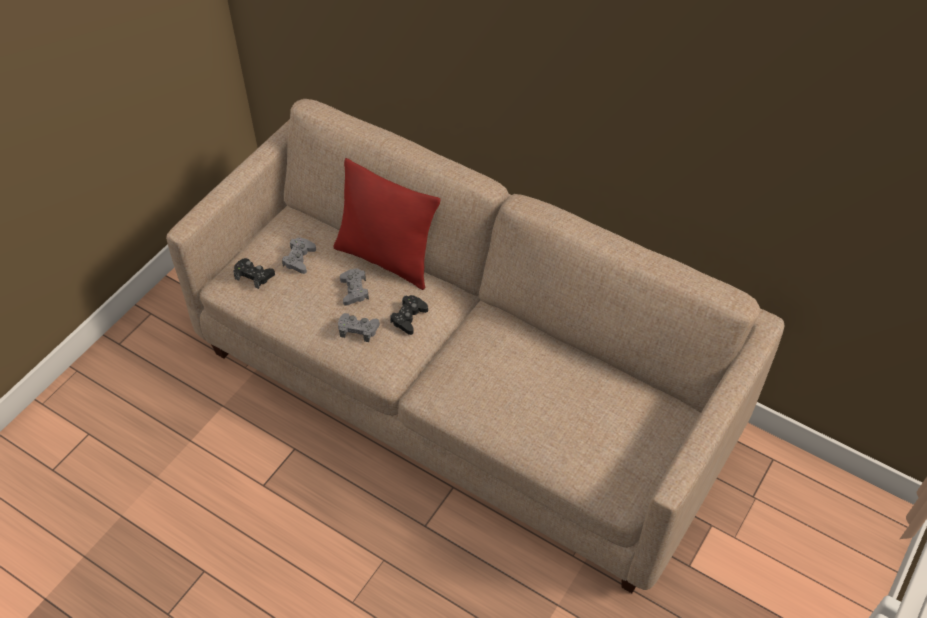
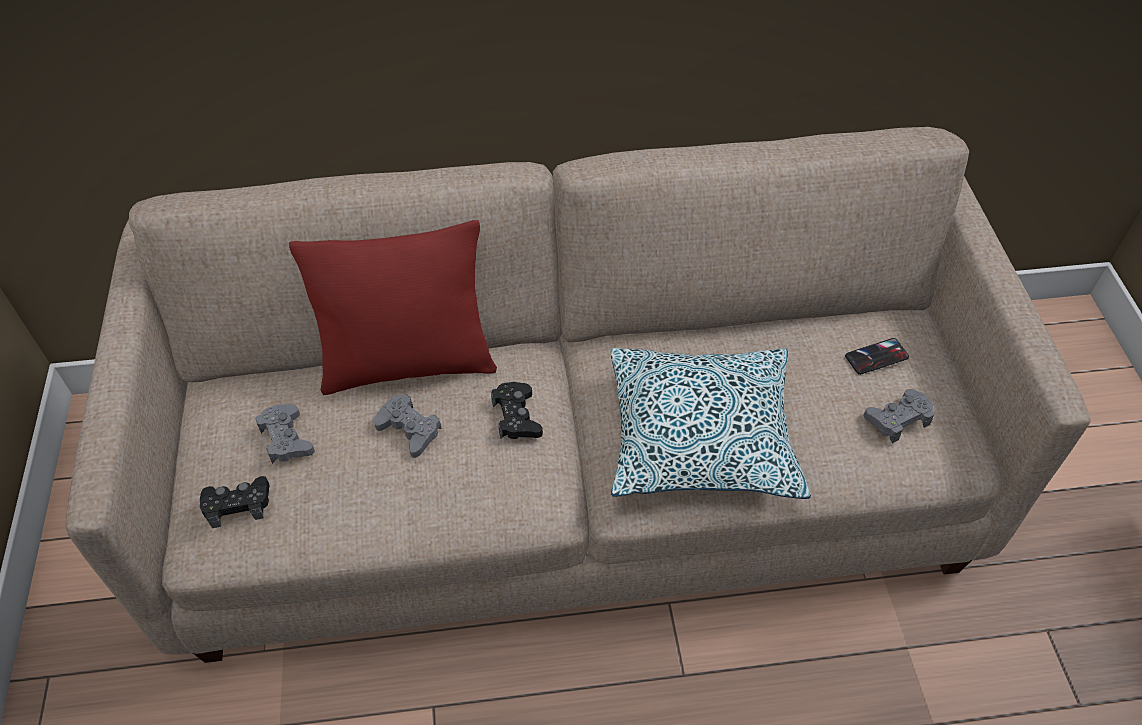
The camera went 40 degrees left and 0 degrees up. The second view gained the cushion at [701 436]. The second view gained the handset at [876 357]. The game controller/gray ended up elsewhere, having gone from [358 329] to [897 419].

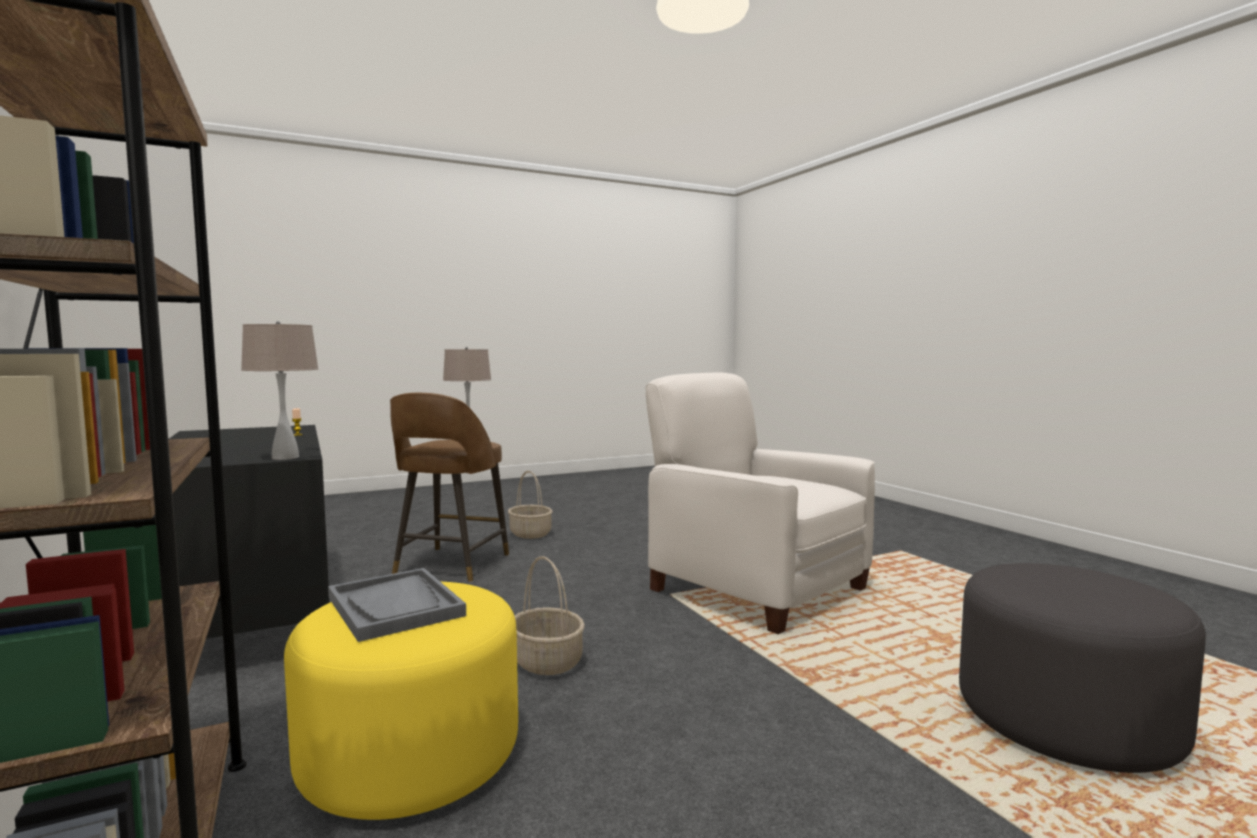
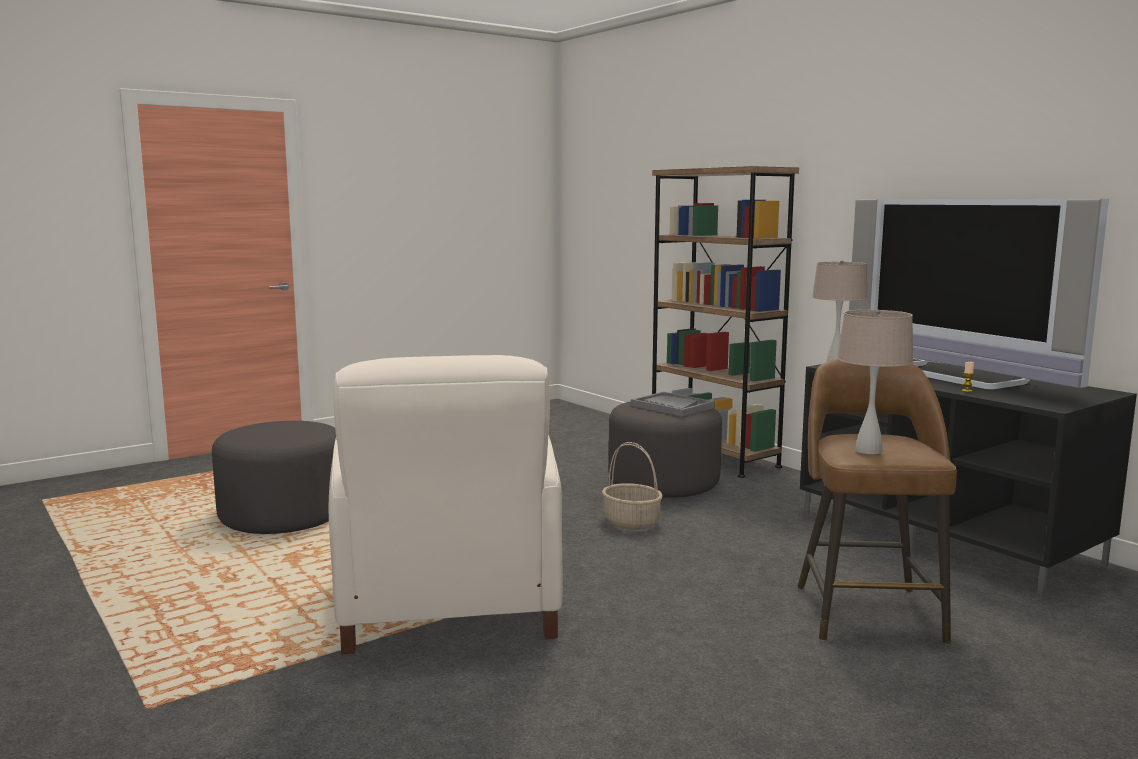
The camera went 170 degrees right and 5 degrees up. The easy chair/white-coloured at [755 588] ended up facing another way, 45 degrees clockwise from before. What was the footrest/yellow at [410 756] turned into the footrest/gray at [663 483]. The second view gained the TV at [953 376]. The second view lost the basket at [530 534].

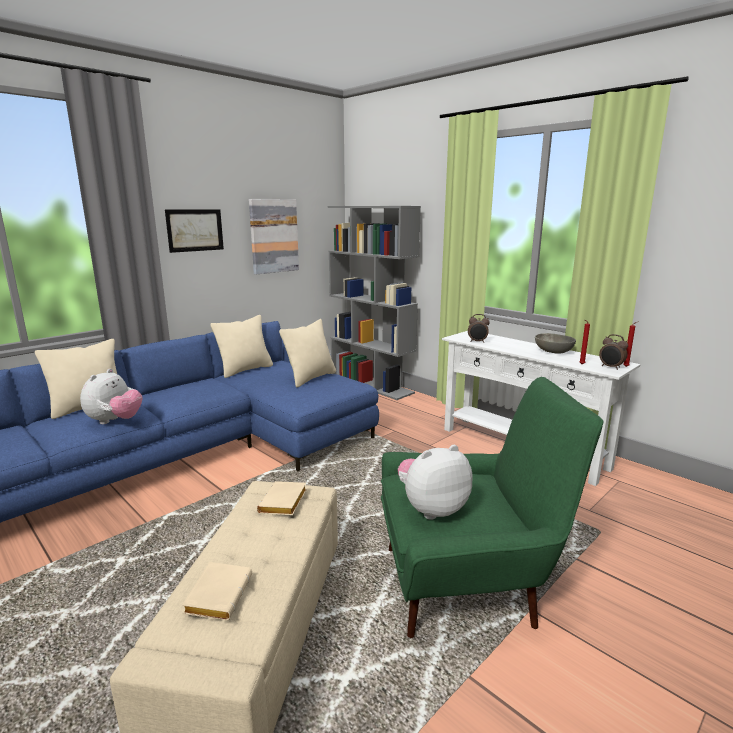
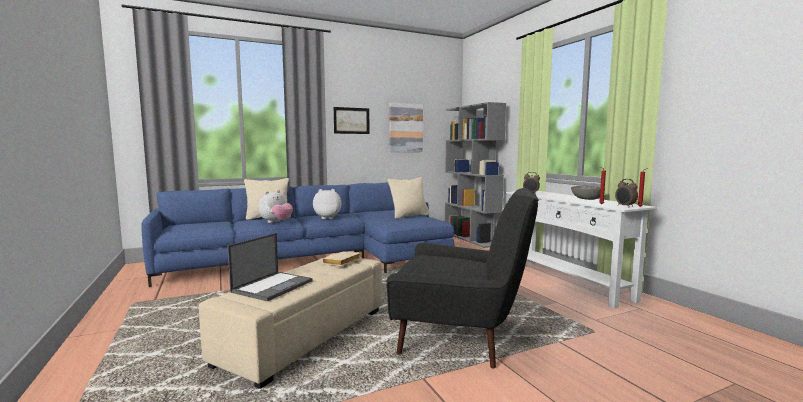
The camera went 20 degrees right and 10 degrees down. Where the volume/beige-coloured stood at [218 594], the notebook computer came to stand at [273 286]. The plush toy ended up elsewhere, having gone from [432 508] to [328 218]. What was the easy chair/green at [467 584] turned into the easy chair/black at [459 339]. The second view lost the cushion/beige-coloured at [245 370].

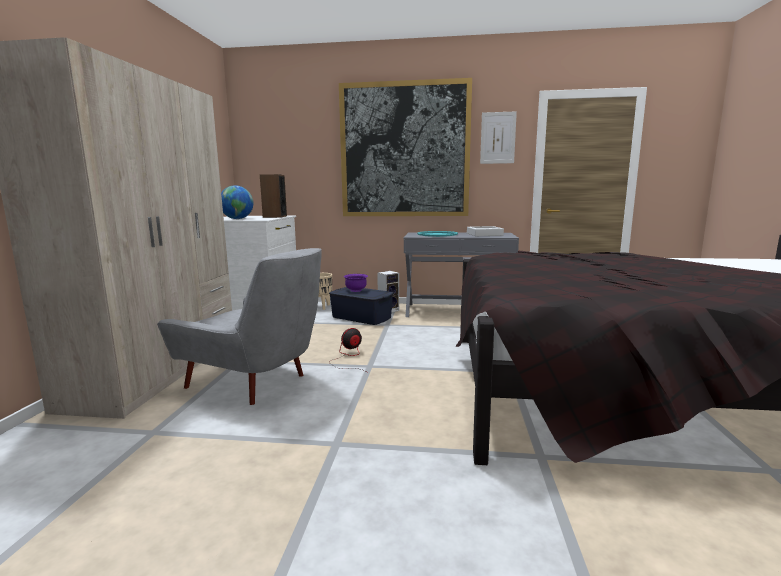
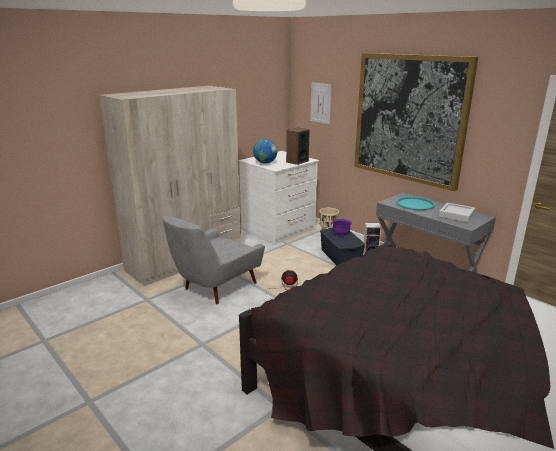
The camera went 40 degrees right and 10 degrees up. The easy chair/gray at [256 382] ended up facing another way, 60 degrees clockwise from before. The picture ended up elsewhere, having gone from [498 138] to [320 103].

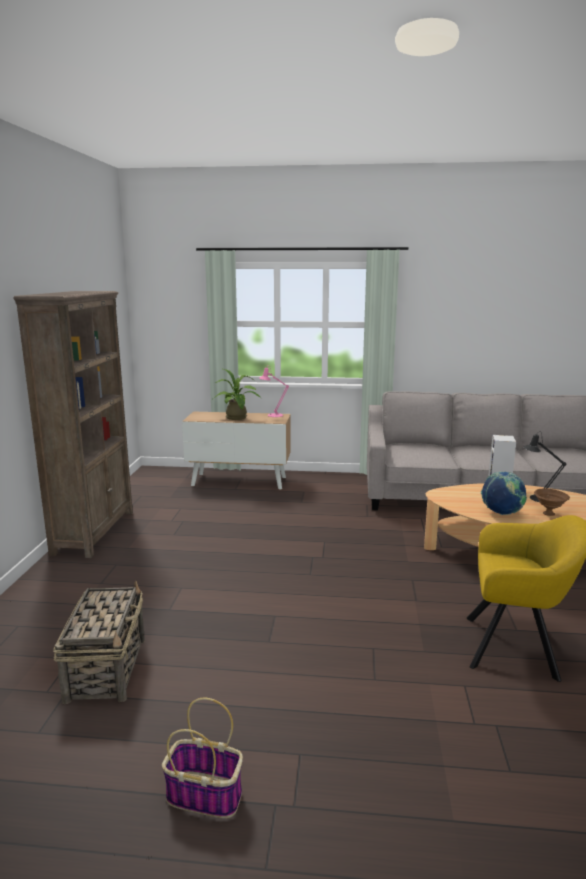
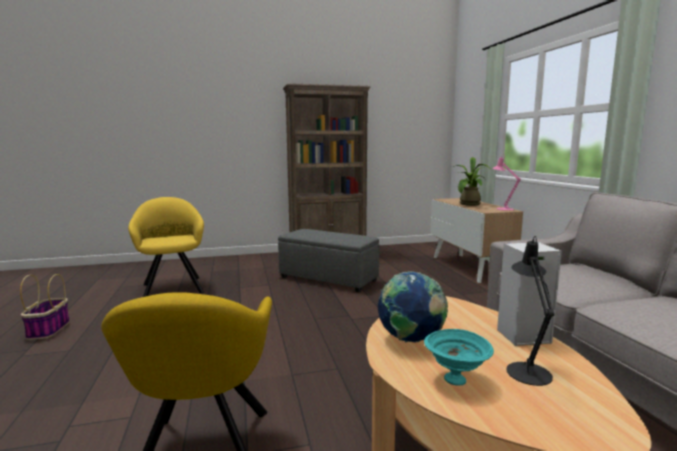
The camera went 70 degrees right and 5 degrees down. Where the basket stood at [107 668], the easy chair/yellow came to stand at [173 287]. The second view gained the footrest/gray at [329 279]. What was the deep dish/brown-coloured at [549 513] turned into the deep dish/turquoise-coloured at [457 380].

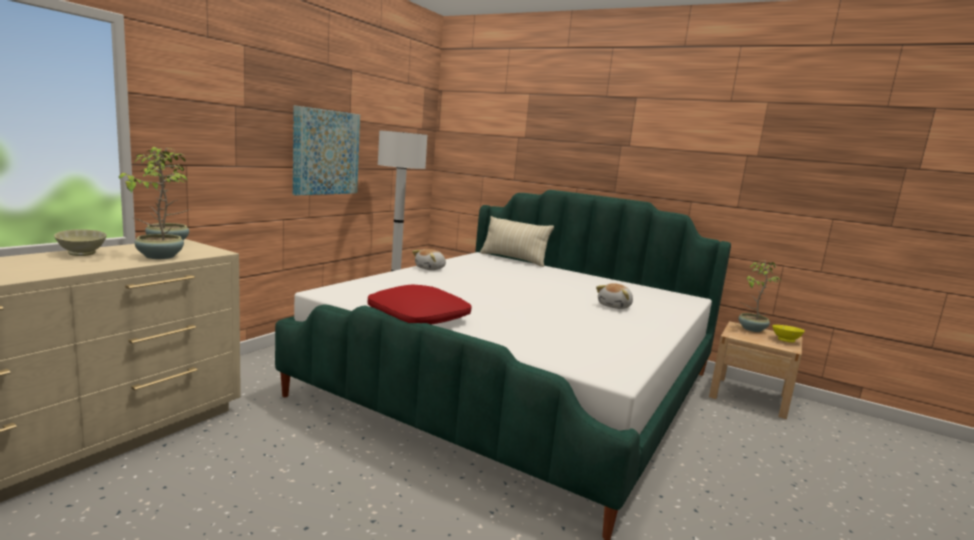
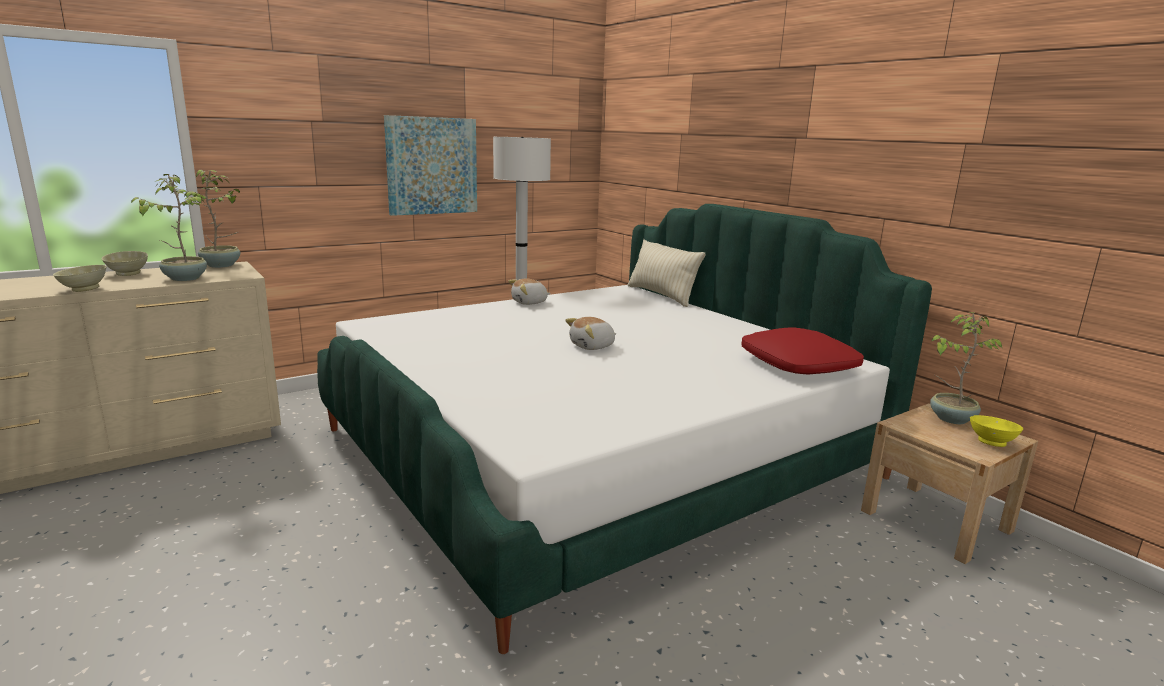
The camera went 25 degrees right and 5 degrees up. The second view gained the deep dish/beige-coloured at [83 289]. The plush toy ended up elsewhere, having gone from [615 306] to [592 346]. The cushion/red-coloured ended up elsewhere, having gone from [419 317] to [799 365].

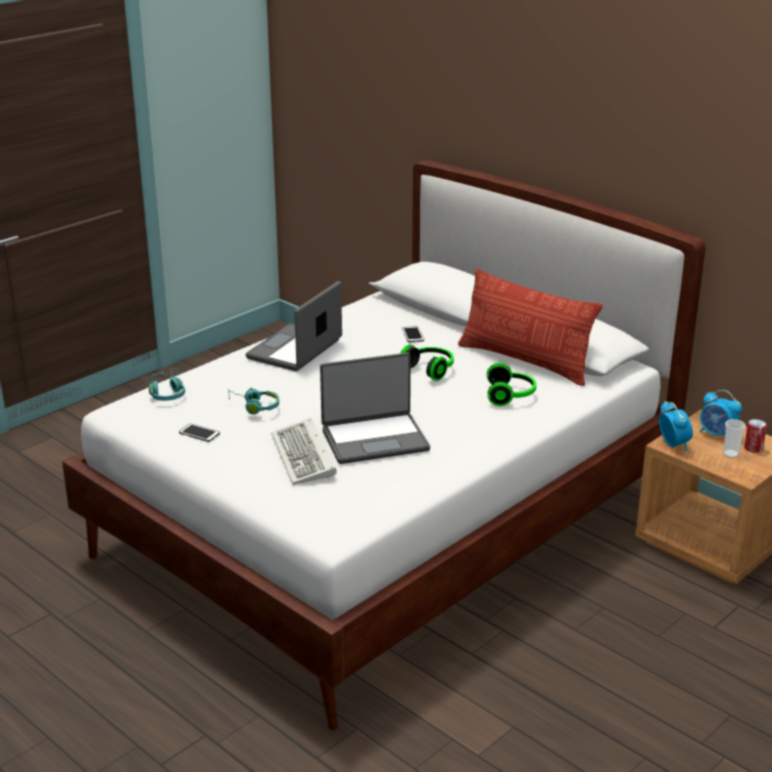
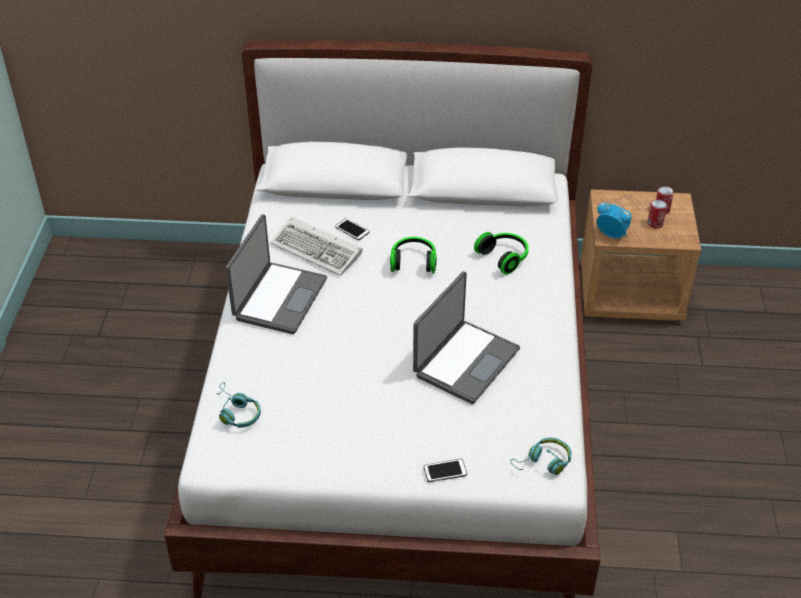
The camera went 40 degrees left and 15 degrees up. The notebook computer at [296 350] ended up facing another way, 150 degrees counterclockwise from before. The computer keyboard ended up elsewhere, having gone from [305 457] to [318 250]. The handset ended up elsewhere, having gone from [199 433] to [445 471]. The pair of headphones/turquoise-coloured ended up elsewhere, having gone from [254 406] to [543 463]. Where the cup stood at [730 454], the sealed can came to stand at [655 223]. The second view lost the cushion at [525 361]. The second view lost the alarm clock at [716 434].

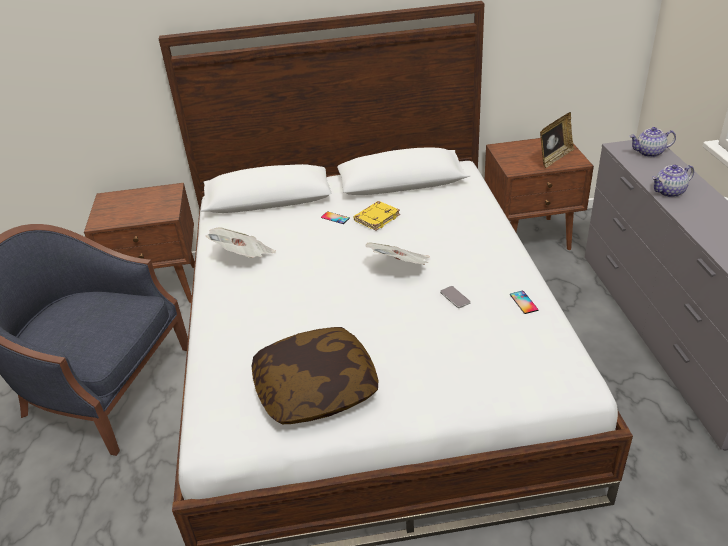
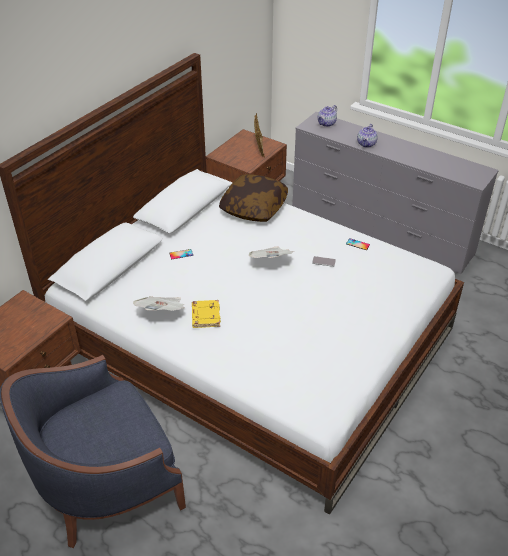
The camera went 50 degrees left and 5 degrees up. The volume/yellow ended up elsewhere, having gone from [376 218] to [205 316]. The cushion ended up elsewhere, having gone from [316 389] to [254 208].

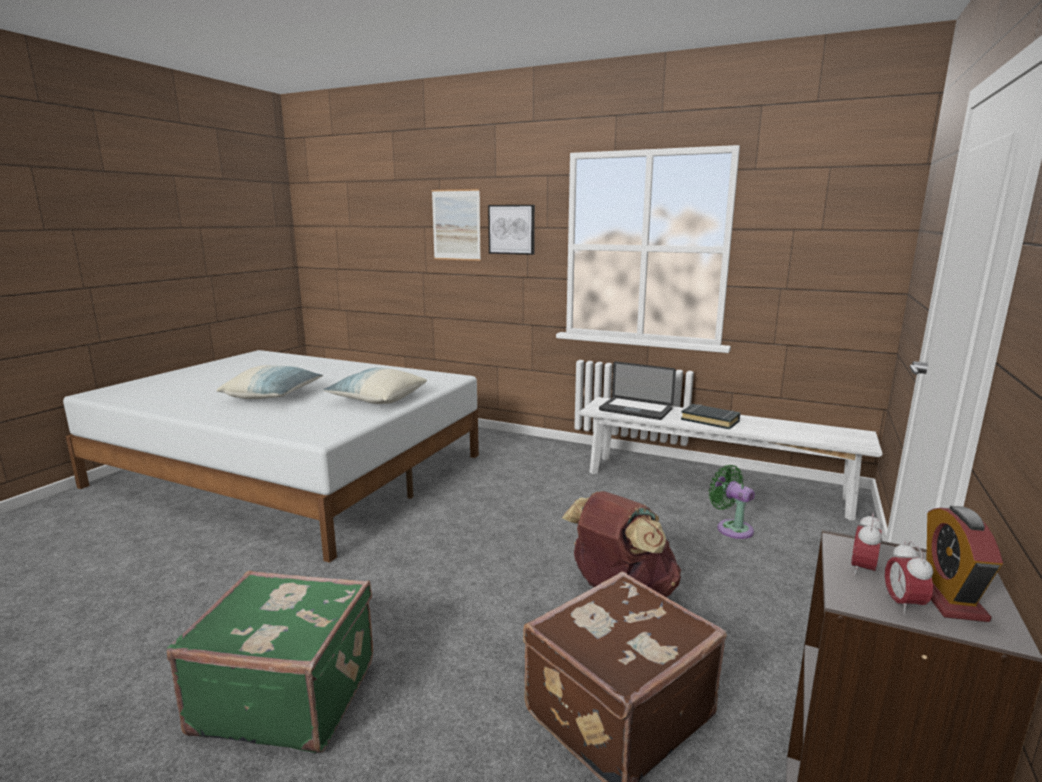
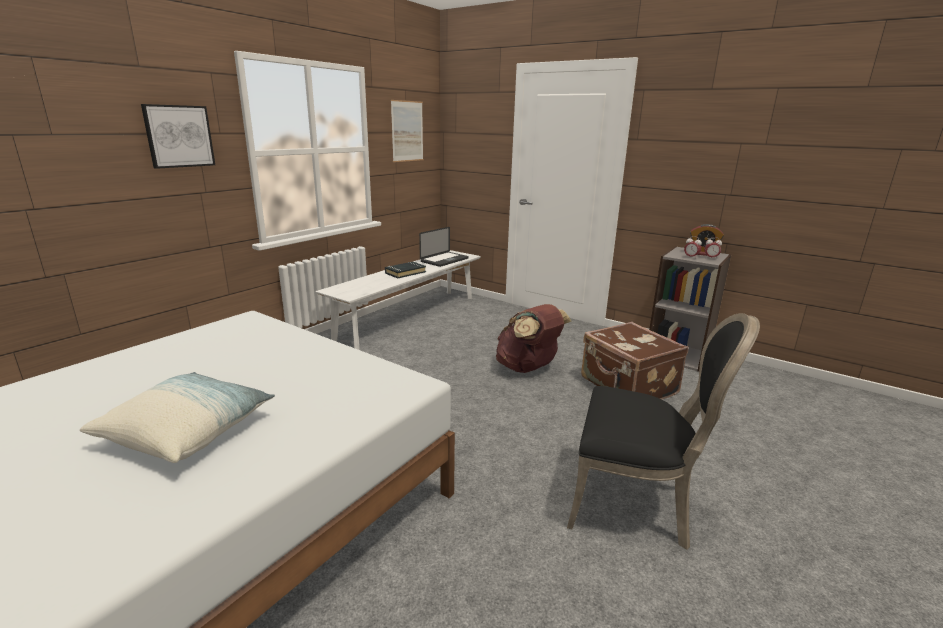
The camera went 80 degrees left and 5 degrees up. The picture ended up elsewhere, having gone from [456 225] to [407 131]. The notebook computer ended up elsewhere, having gone from [635 410] to [444 260]. Where the travel case/green stood at [288 694], the upright chair/black came to stand at [635 503]. The second view lost the cushion at [377 399]. The second view lost the fan/green at [731 528].

